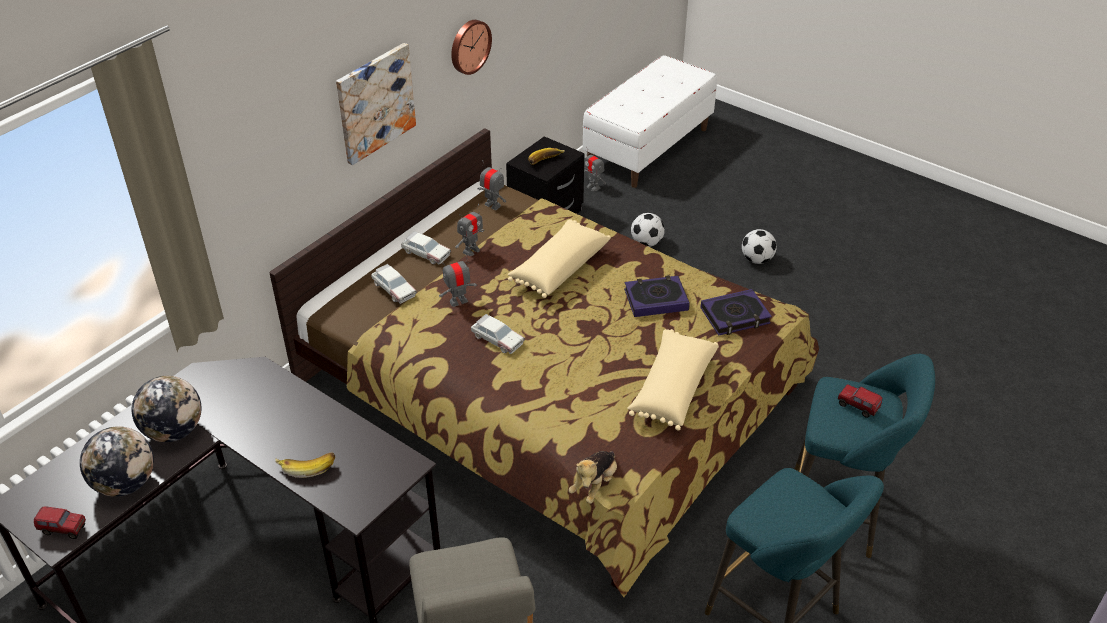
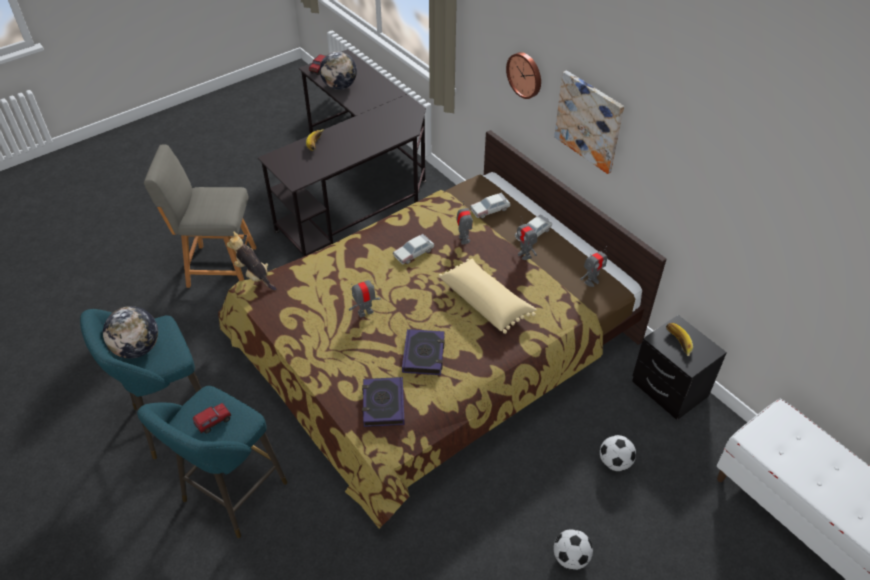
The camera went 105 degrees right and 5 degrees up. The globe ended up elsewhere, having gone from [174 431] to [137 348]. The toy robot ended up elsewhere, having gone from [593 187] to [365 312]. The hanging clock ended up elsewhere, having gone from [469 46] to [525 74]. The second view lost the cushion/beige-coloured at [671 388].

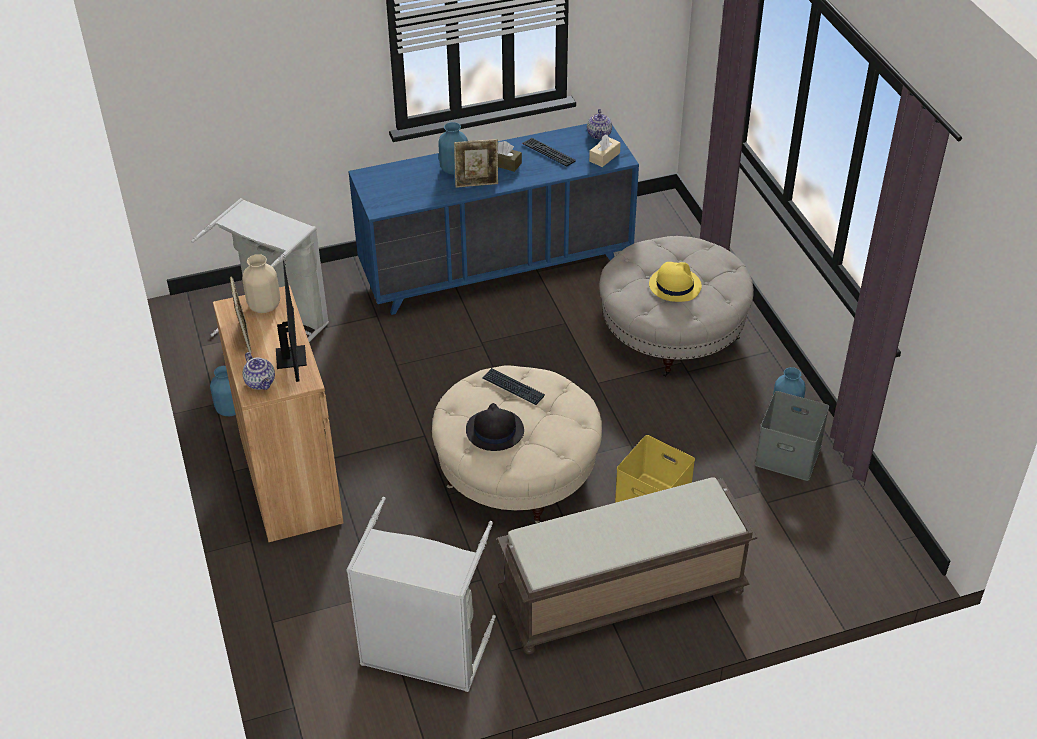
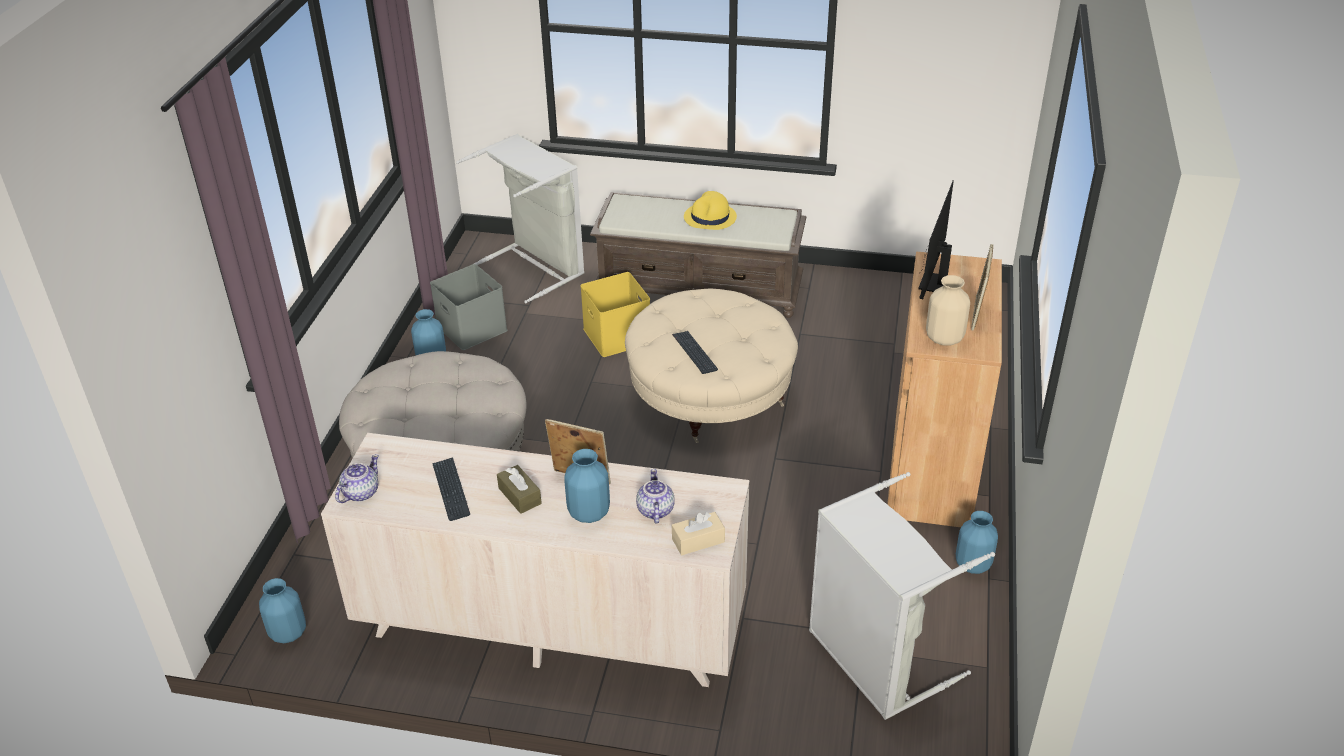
The camera went 150 degrees left and 5 degrees down. The second view gained the decorative vase/blue at [288 632]. What was the chest of drawers/blue at [497 268] turned into the chest of drawers/beige-coloured at [550 624]. The hamper/gray ended up elsewhere, having gone from [424 653] to [536 266]. The teapot ended up elsewhere, having gone from [261 382] to [654 510]. The box of tissues/beige-coloured ended up elsewhere, having gone from [604 157] to [698 540]. The wearable hat/yellow ended up elsewhere, having gone from [674 285] to [710 218]. The second view lost the wearable hat/black at [494 431].

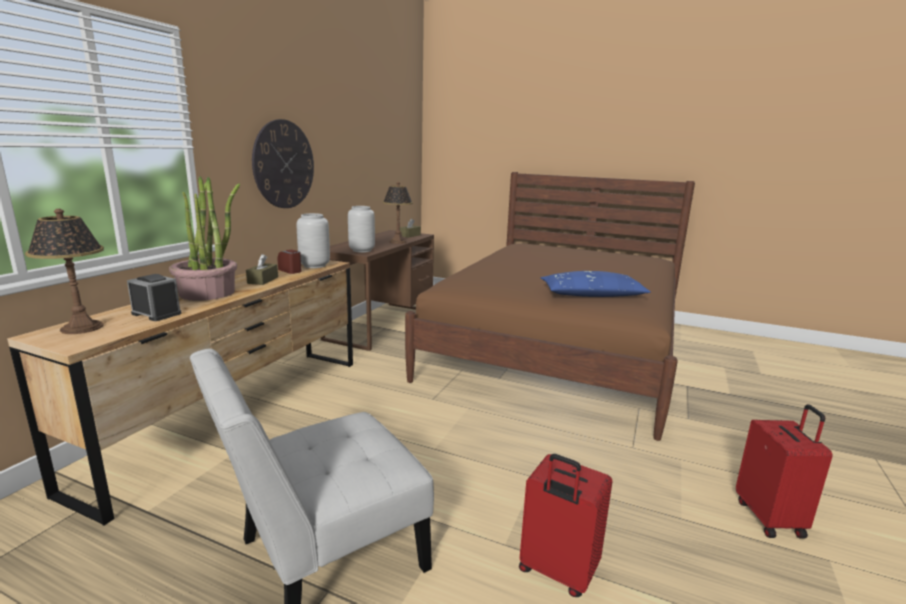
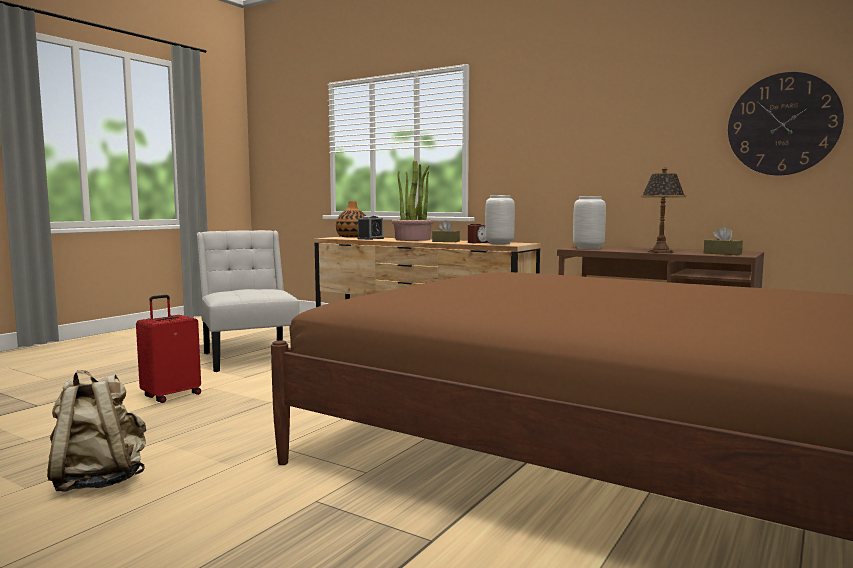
The camera went 100 degrees right and 10 degrees down. Where the travel case/red-coloured stood at [770 518], the rucksack/beige-coloured came to stand at [99 481]. Where the lamp for a table stood at [81 328], the decorative vase came to stand at [352 237]. The hanging clock ended up elsewhere, having gone from [284 164] to [783 124]. The second view lost the cushion/blue at [592 295].

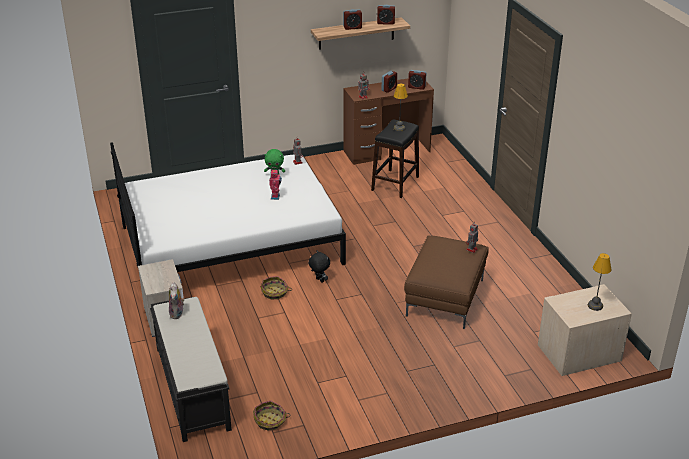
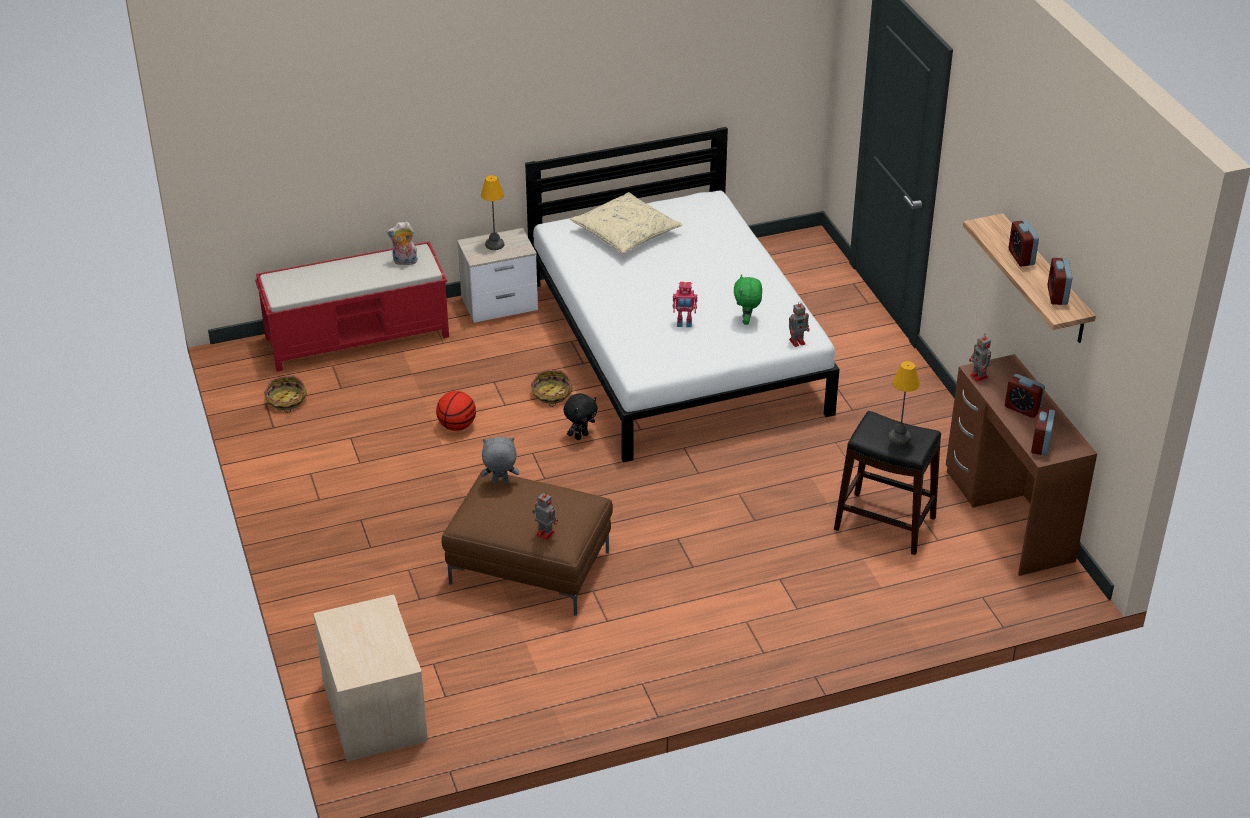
The camera went 90 degrees right and 5 degrees up. What was the long seat/black at [192 387] turned into the long seat/red-coloured at [358 337]. The second view gained the ball for basketball at [457 426]. The lamp for a table ended up elsewhere, having gone from [595 306] to [494 245]. The second view gained the plush toy/gray at [500 483]. The second view gained the cushion/beige-coloured at [625 232].

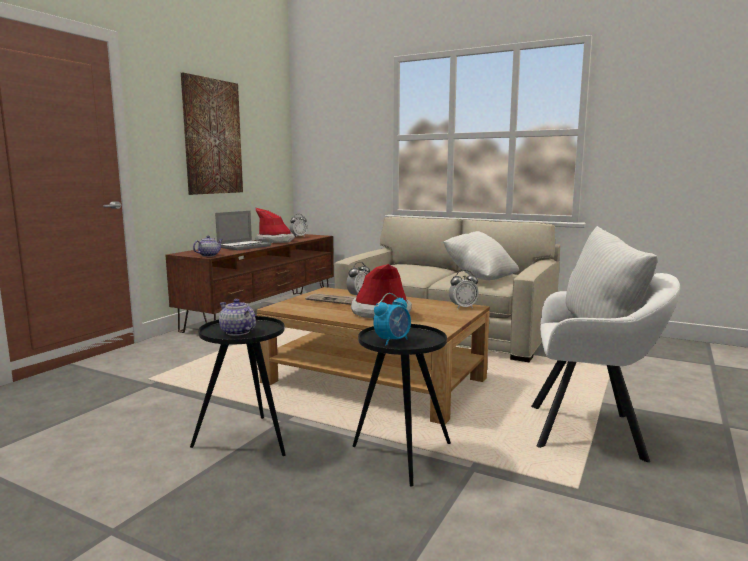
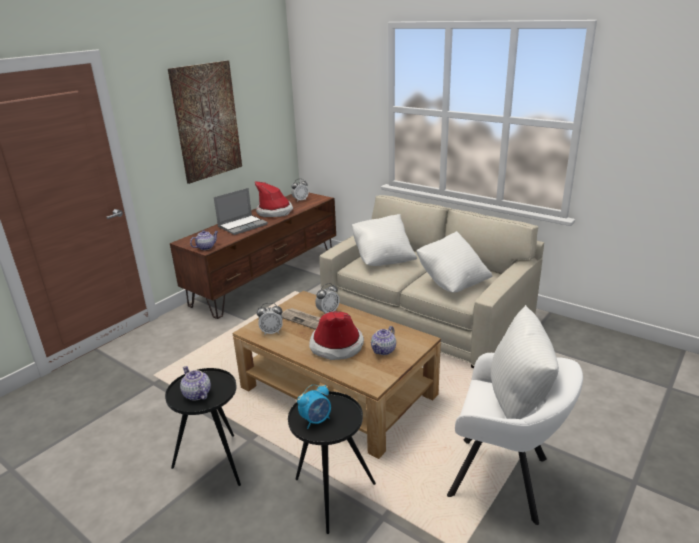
The camera went 10 degrees right and 15 degrees up. The alarm clock ended up elsewhere, having gone from [463 307] to [271 332]. The second view gained the cushion/white-coloured at [383 258]. The second view gained the teapot at [384 350].

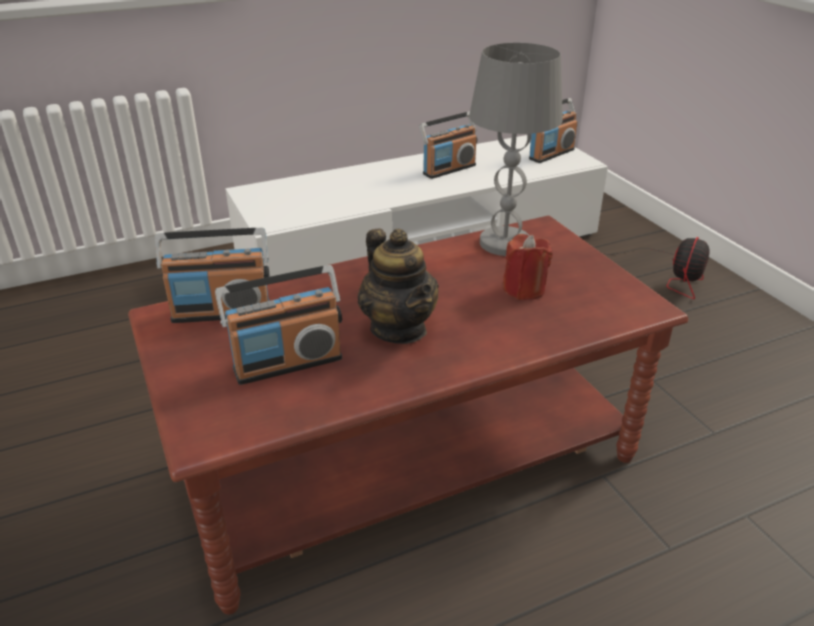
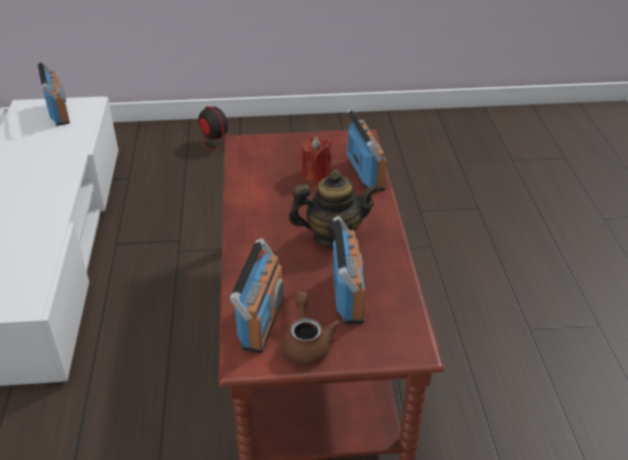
The camera went 70 degrees left and 5 degrees up. The second view gained the teapot/brown-coloured at [307 342]. The radio set ended up elsewhere, having gone from [448 169] to [365 173]. The second view lost the lamp for a table/gray at [504 243].

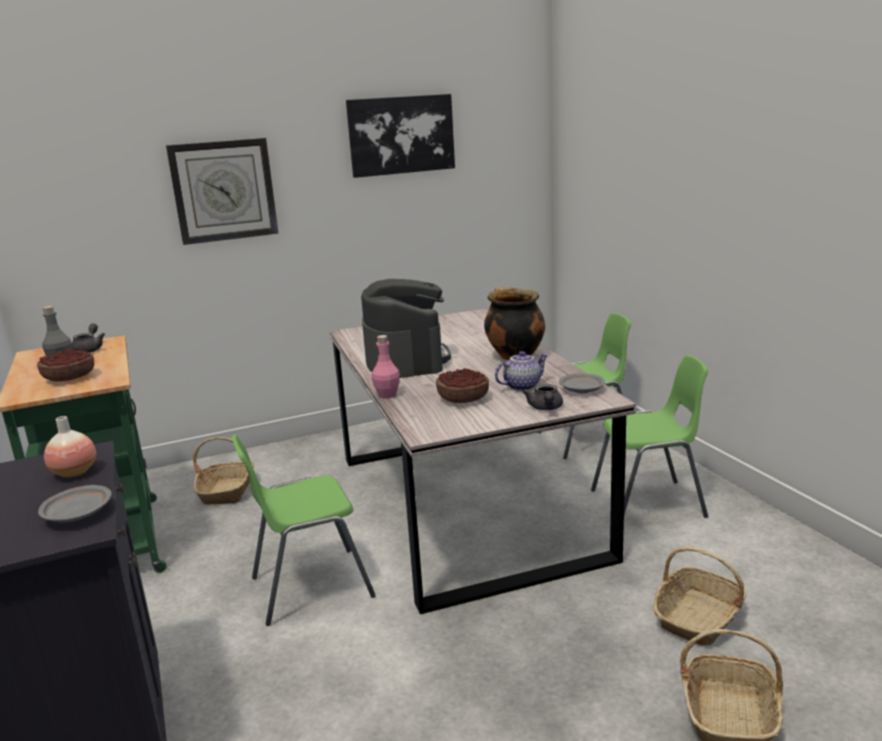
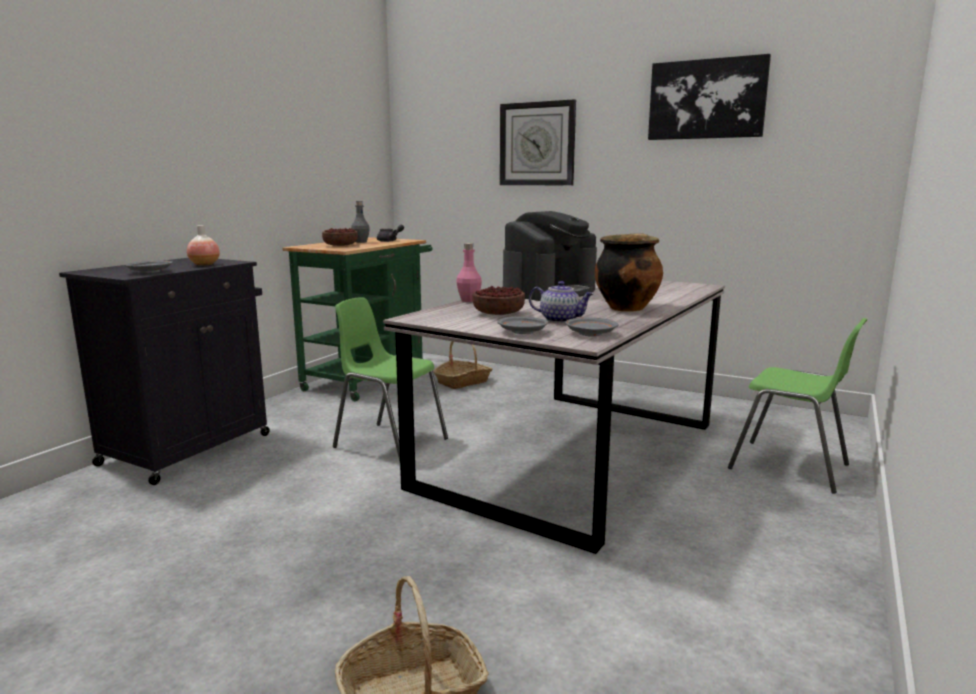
The camera went 50 degrees right and 5 degrees down. Where the teapot/gray stood at [545 408], the flat dish/gray came to stand at [523 332]. The second view lost the upright chair/green at [649 504]. The second view lost the basket at [698 618].

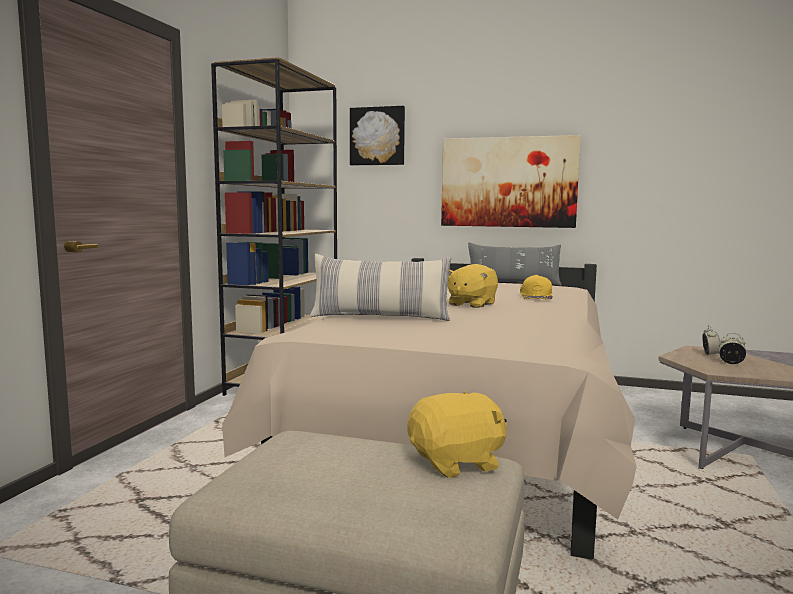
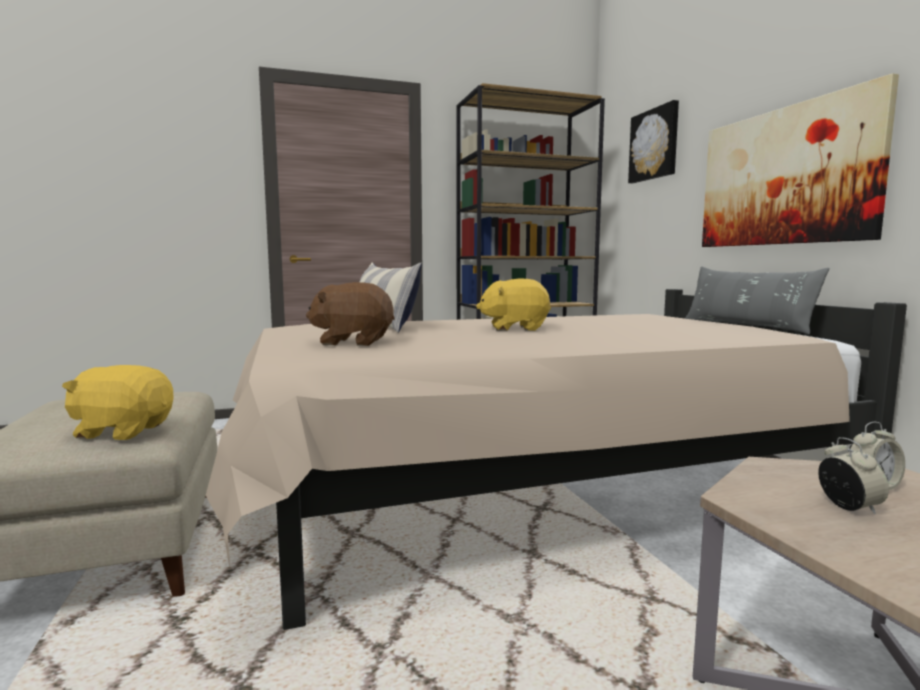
The camera went 55 degrees right and 0 degrees up. The plush toy/yellow at [457 463] ended up facing another way, 150 degrees clockwise from before. The second view gained the plush toy/brown-coloured at [353 342]. The second view lost the peaked cap/yellow at [536 297].

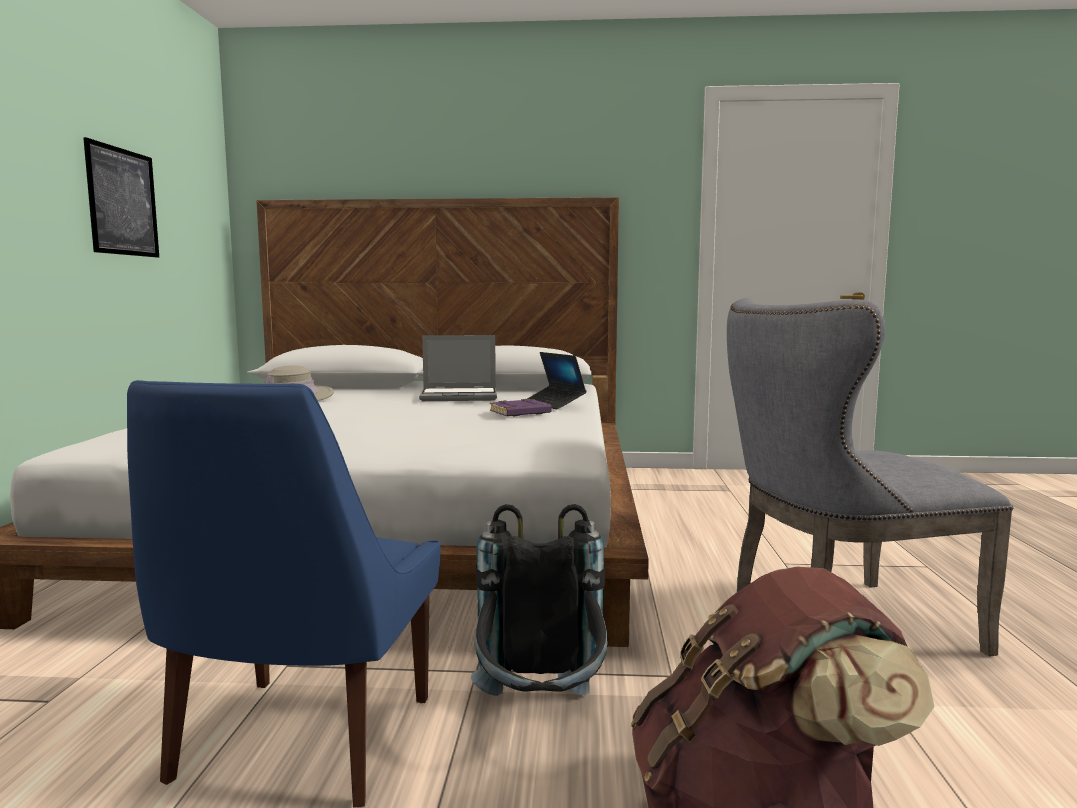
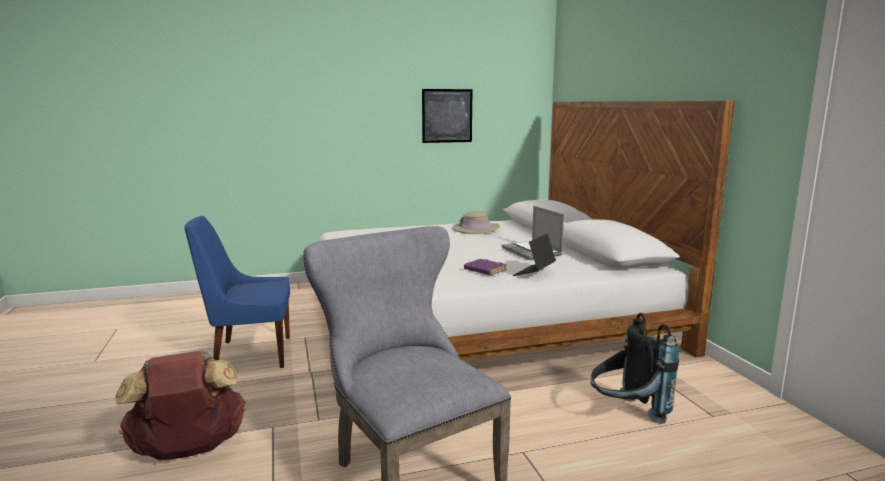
The camera went 70 degrees right and 5 degrees up. The rucksack/black ended up elsewhere, having gone from [540 716] to [626 415].

